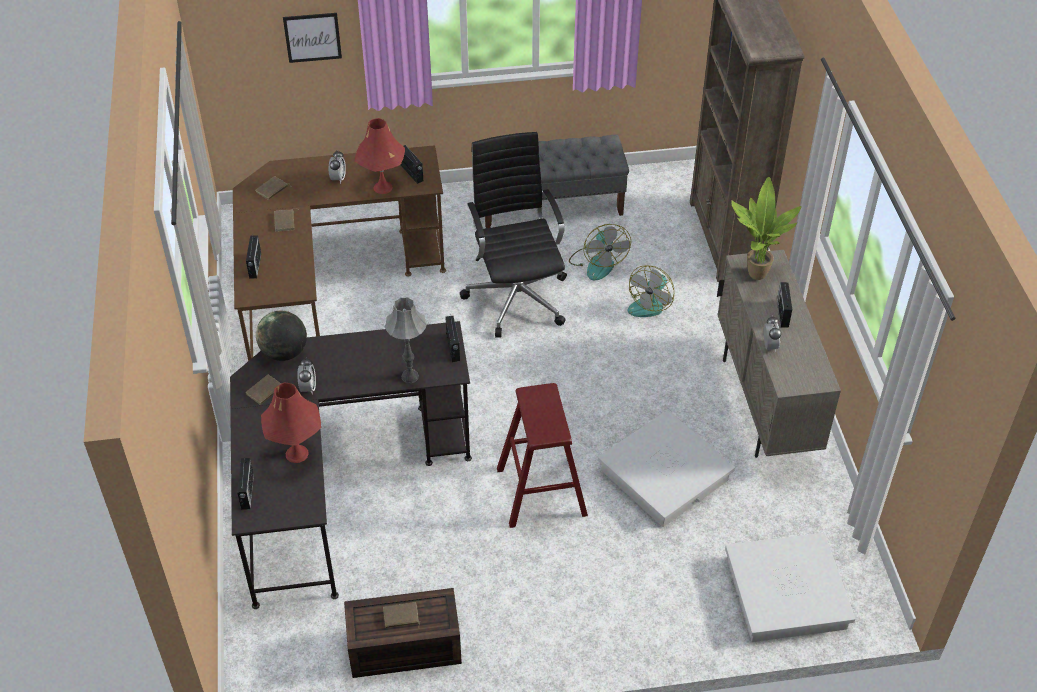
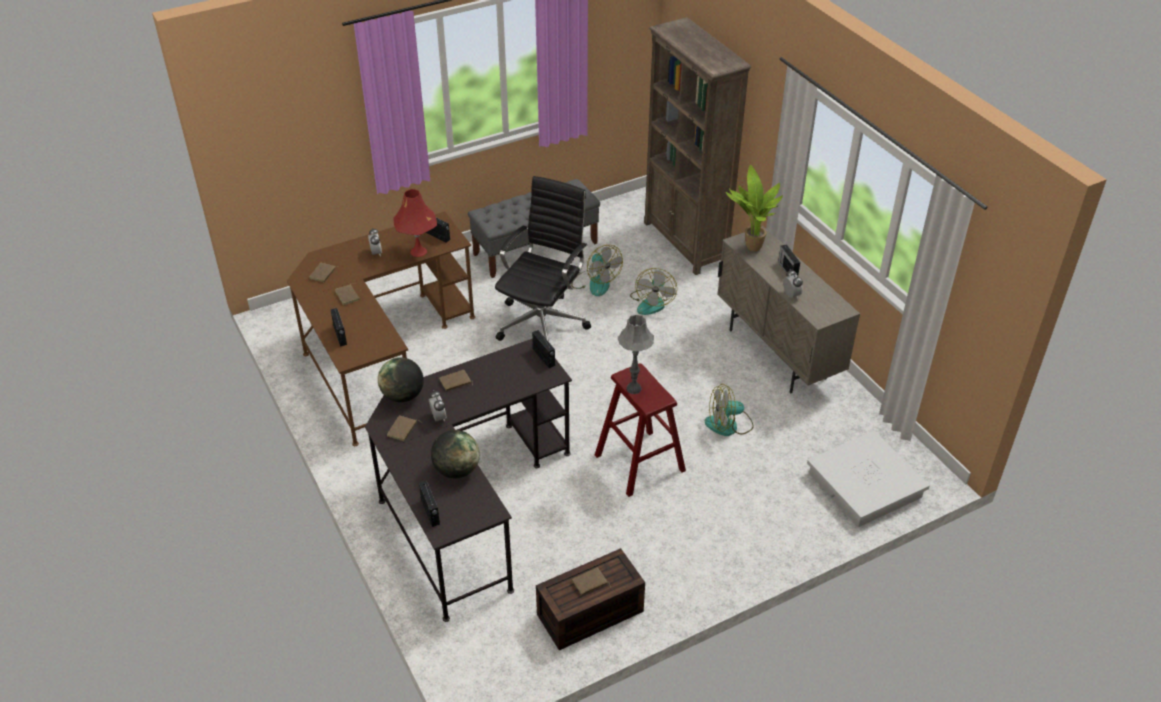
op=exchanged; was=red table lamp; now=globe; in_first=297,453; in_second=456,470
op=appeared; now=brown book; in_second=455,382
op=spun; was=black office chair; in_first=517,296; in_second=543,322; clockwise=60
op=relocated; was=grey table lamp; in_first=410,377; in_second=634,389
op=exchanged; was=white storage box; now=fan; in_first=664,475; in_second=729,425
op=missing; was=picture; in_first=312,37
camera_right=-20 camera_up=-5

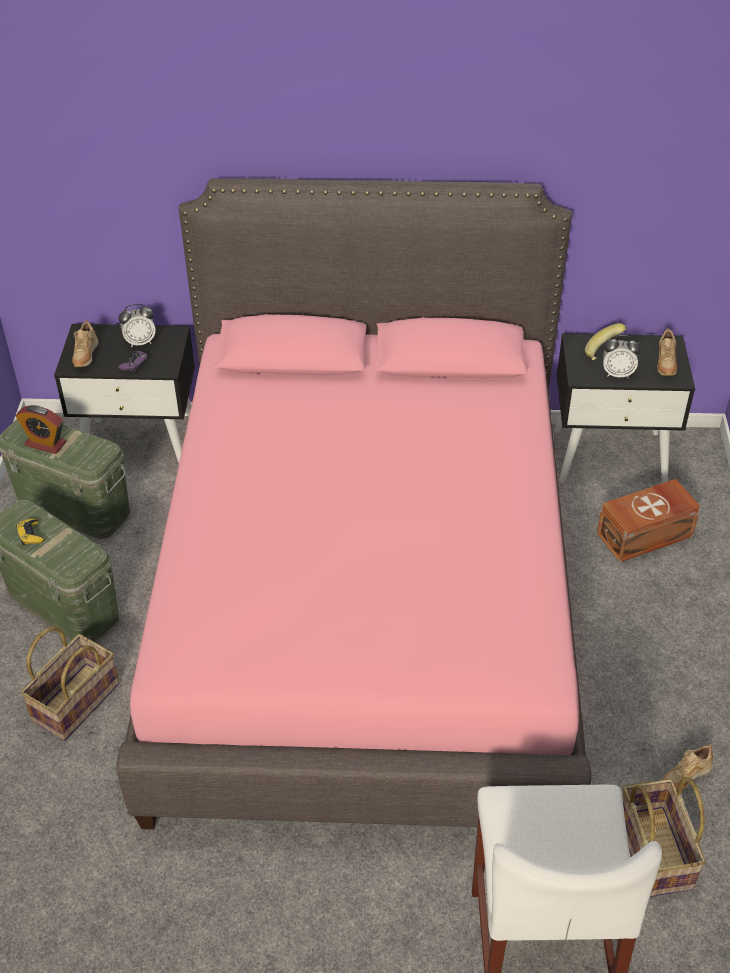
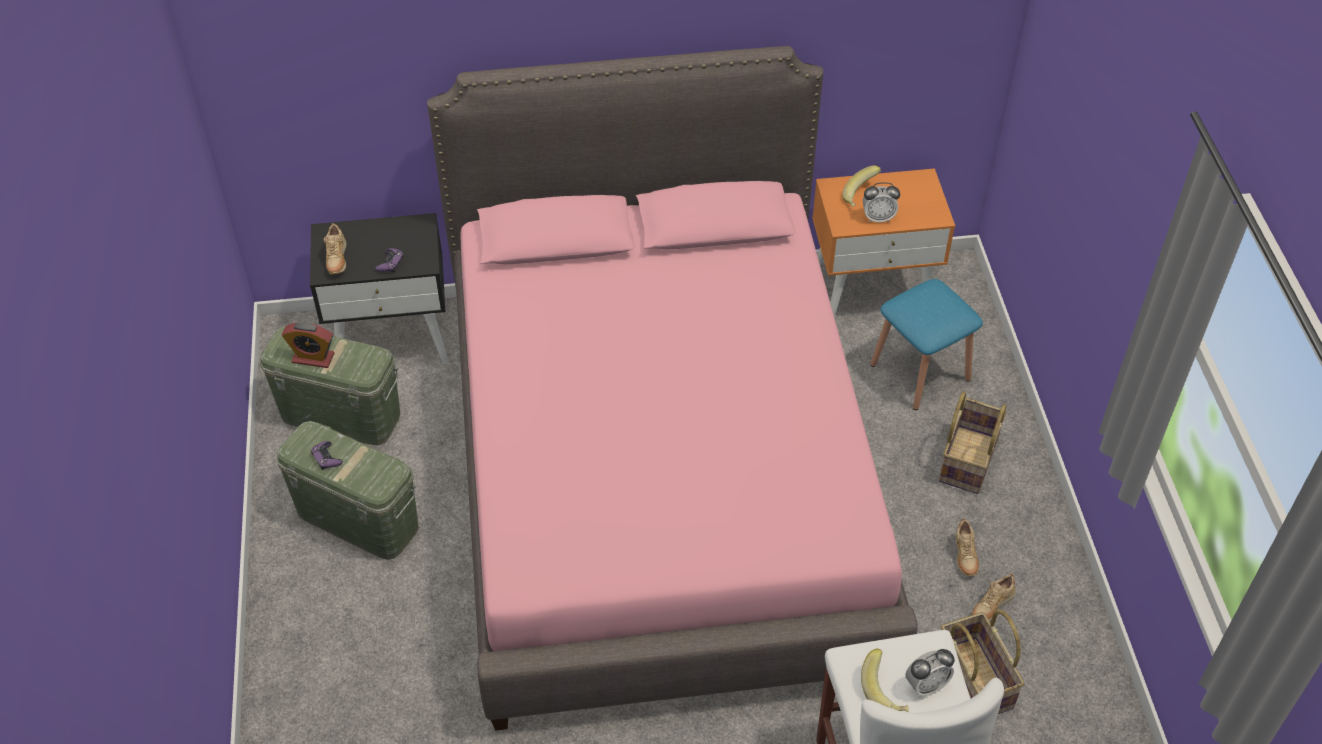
op=colour; was=yellow game controller; now=purple game controller; in_first=30,534; in_second=326,458
op=colour; was=black nightstand; now=orange nightstand; in_first=610,456; in_second=872,292
op=appeared; now=banana; in_second=885,691
op=exchanged; was=brown storage box; now=blue stool; in_first=646,535; in_second=920,372
op=relocated; was=alarm clock; in_first=140,342; in_second=926,685
op=relocated; was=basket; in_first=75,701; in_second=967,459
op=relocated; was=beige shoe; in_first=665,365; in_second=964,557
camera_right=-10 camera_up=5

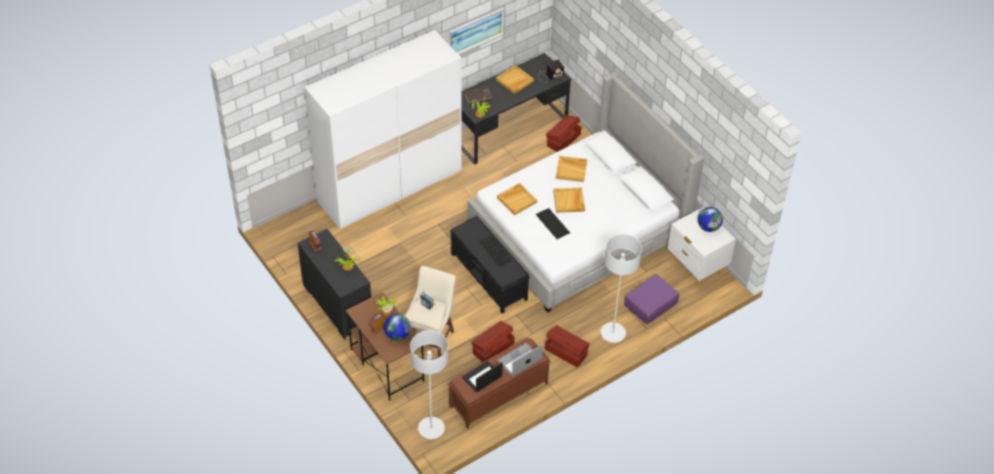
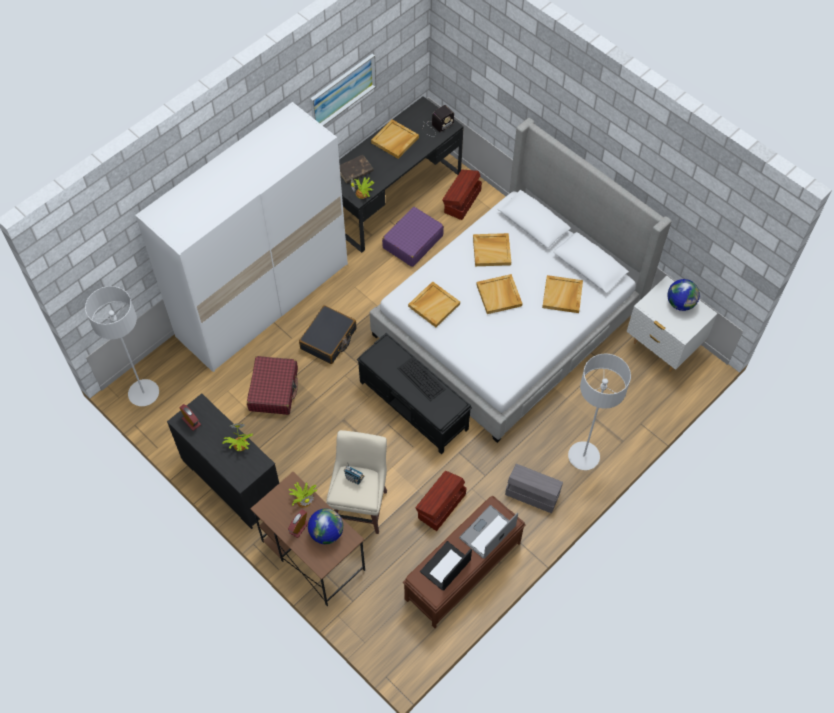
op=relocated; was=grey floor lamp; in_first=431,428; in_second=144,393
op=appeared; now=red suitcase; in_second=273,389
op=appeared; now=black suitcase; in_second=328,339
op=relocated; was=purple suitcase; in_first=650,304; in_second=412,242
op=colour; was=brown storage box; now=grey storage box; in_first=565,351; in_second=532,493
op=appeared; now=beige tray; in_second=562,295
op=missing; was=keyboard; in_first=552,223
camera_right=-10 camera_up=10

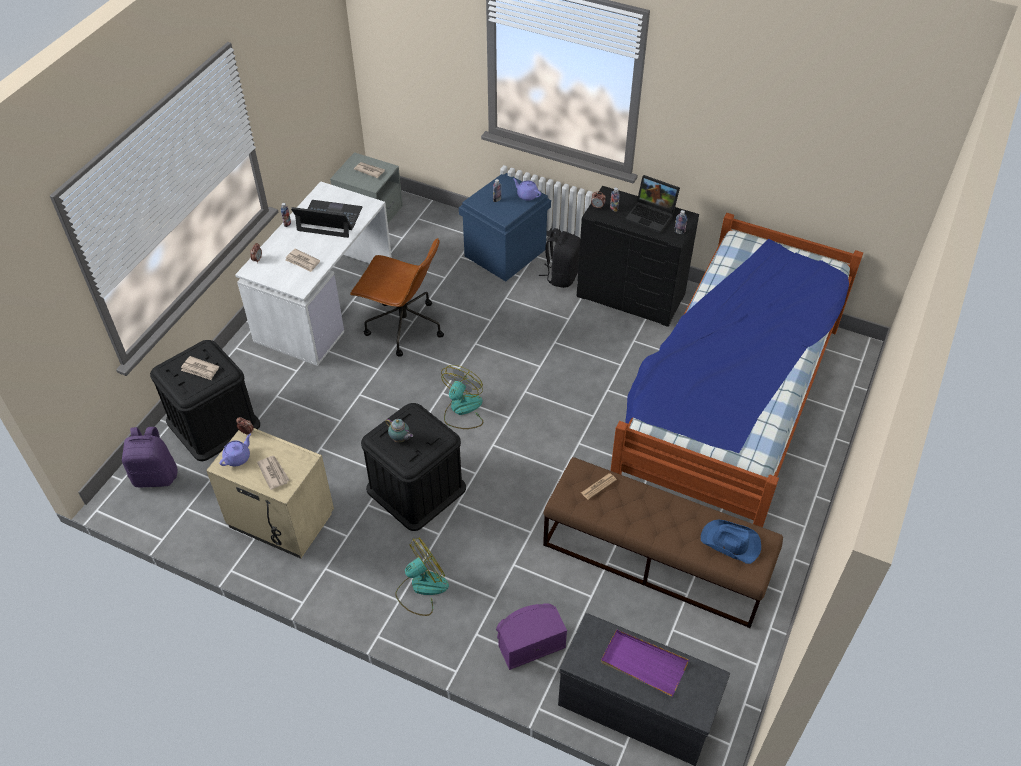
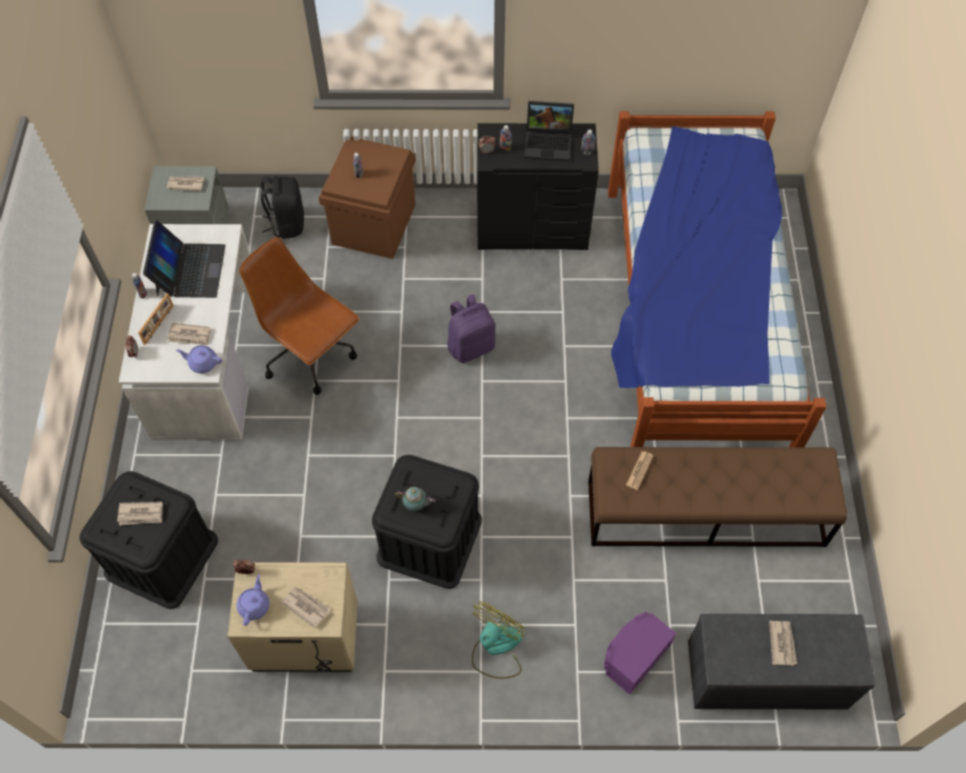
op=appeared; now=picture frame; in_second=159,325
op=spun; was=laptop; in_first=329,219; in_second=190,270; clockwise=105
op=relocated; was=purple teapot; in_first=527,195; in_second=202,363
op=spun; was=brown office chair; in_first=403,327; in_second=311,355; clockwise=-135
op=relocated; was=black backpack; in_first=561,276; in_second=287,223
op=colour; was=blue storage box; now=brown storage box; in_first=505,253; in_second=374,225
op=relocated; was=purple backpack; in_first=156,476; in_second=471,346
op=exchanged; was=purple tray; now=newspaper; in_first=643,664; in_second=782,643
op=missing; was=fan; in_first=462,410
op=missing; was=blue hat; in_first=731,543
camera_right=-25 camera_up=10

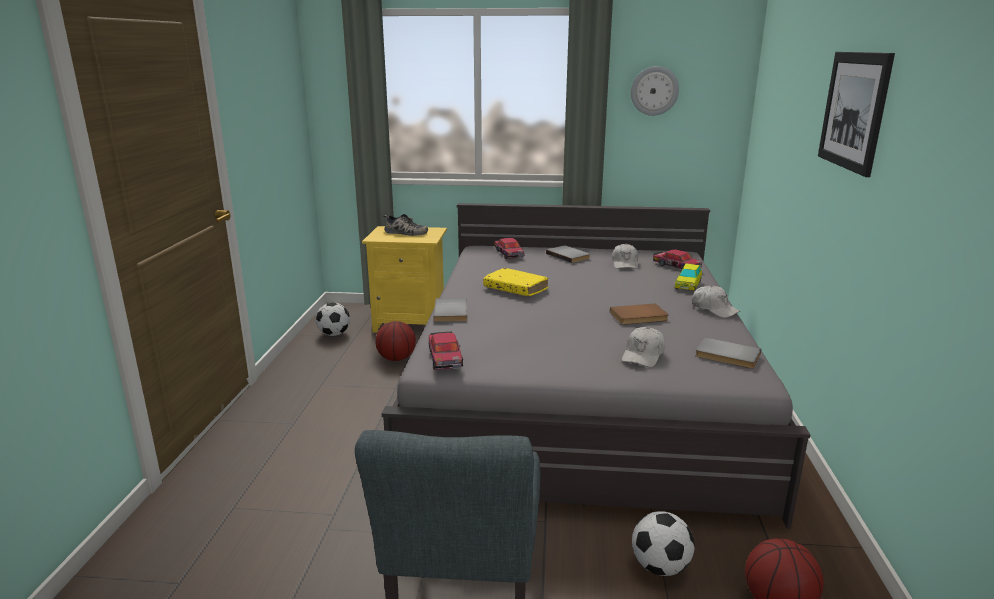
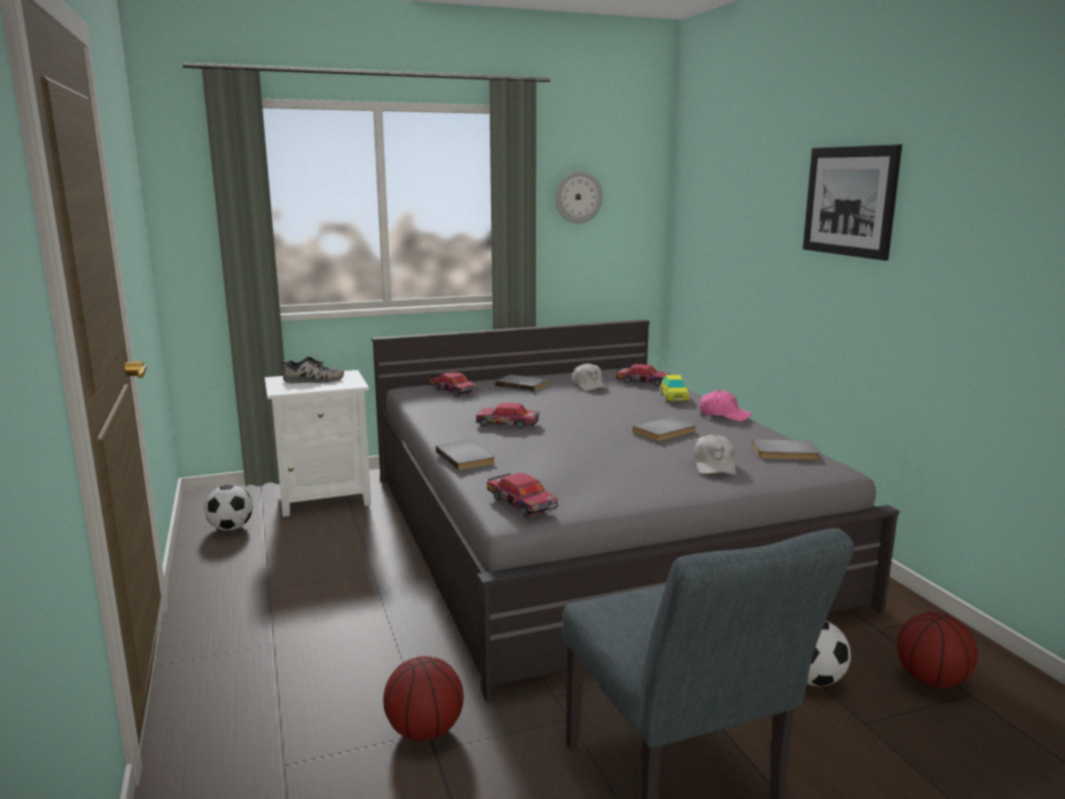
op=colour; was=yellow nightstand; now=white nightstand; in_first=410,323; in_second=324,497
op=relocated; was=basketball; in_first=397,359; in_second=425,731
op=exchanged; was=yellow book; now=toy car; in_first=515,289; in_second=508,424
op=colour; was=brown book; now=grey book; in_first=639,317; in_second=666,432
op=colour; was=white cap; now=pink cap; in_first=714,309; in_second=724,415
camera_right=-25 camera_up=-5

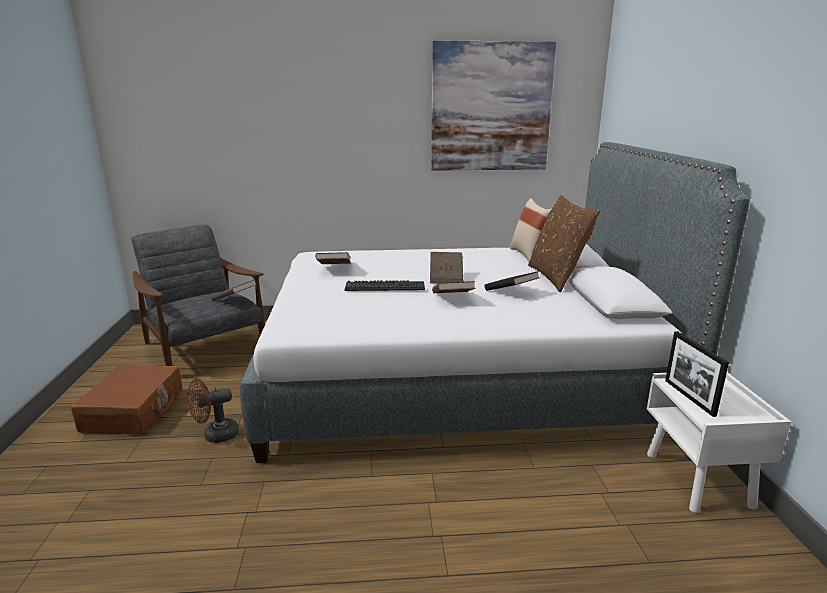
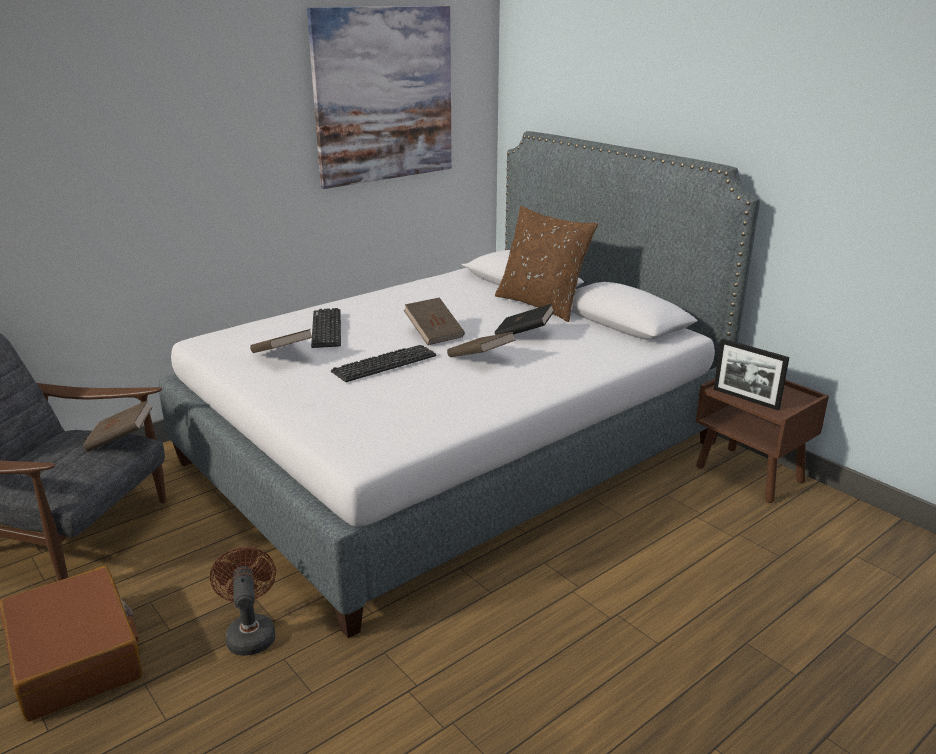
op=spun; was=brown fan; in_first=215,435; in_second=250,633; clockwise=135
op=appeared; now=keyboard; in_second=326,329
op=colour; was=white nightstand; now=brown nightstand; in_first=699,481; in_second=750,474
op=missing; was=beige pillow; in_first=529,255
camera_right=-35 camera_up=5

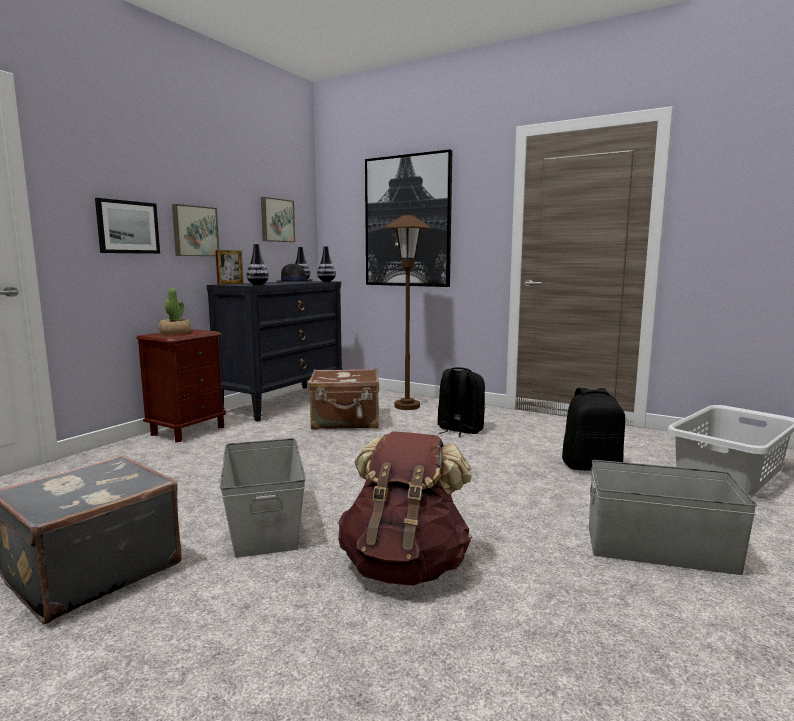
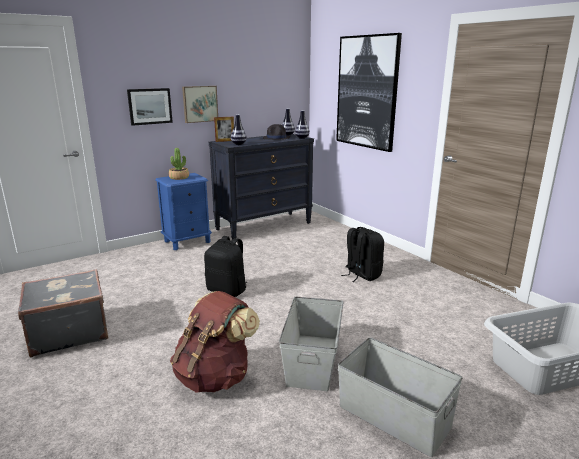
op=colour; was=brown nightstand; now=blue nightstand; in_first=188,430; in_second=187,241
op=relocated; was=black backpack; in_first=591,466; in_second=227,290
op=relocated; was=grey storage box; in_first=264,523; in_second=312,360
op=missing; was=picture; in_first=276,220
op=missing; was=brown suitcase; in_first=346,422
op=missing; was=brown floor lamp; in_first=407,406
camera_right=25 camera_up=10

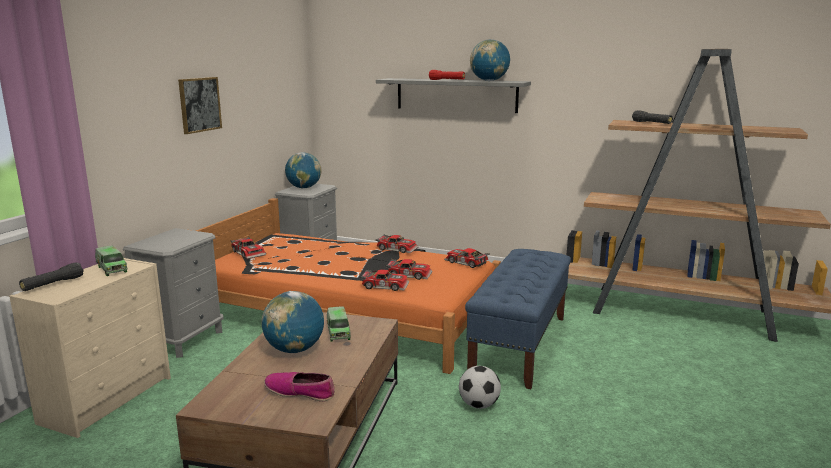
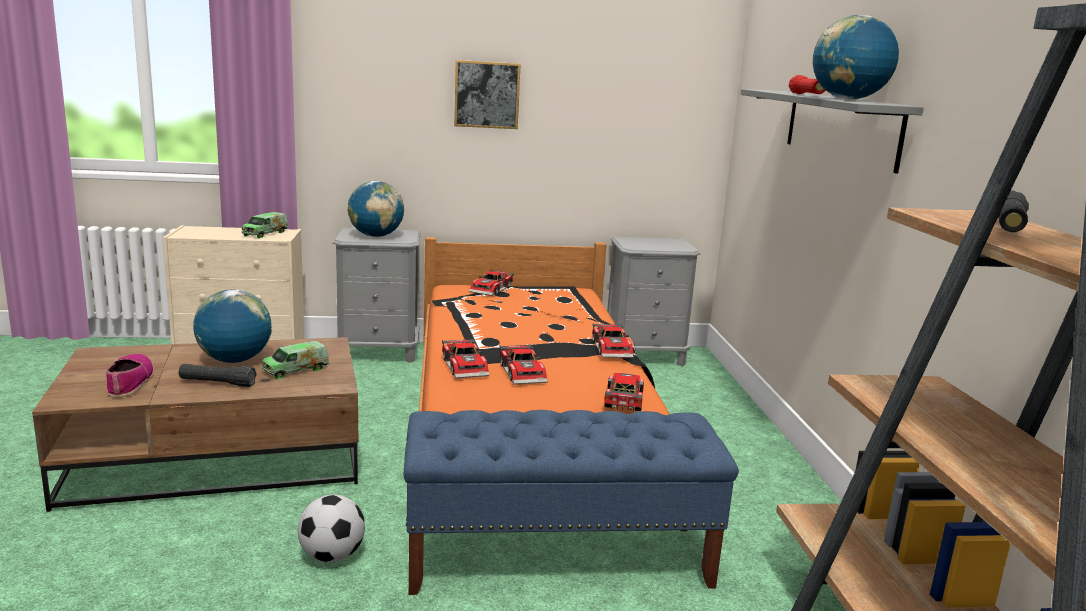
op=relocated; was=black flashlight; in_first=53,284; in_second=217,383
op=relocated; was=globe; in_first=304,188; in_second=376,236
camera_right=60 camera_up=0

